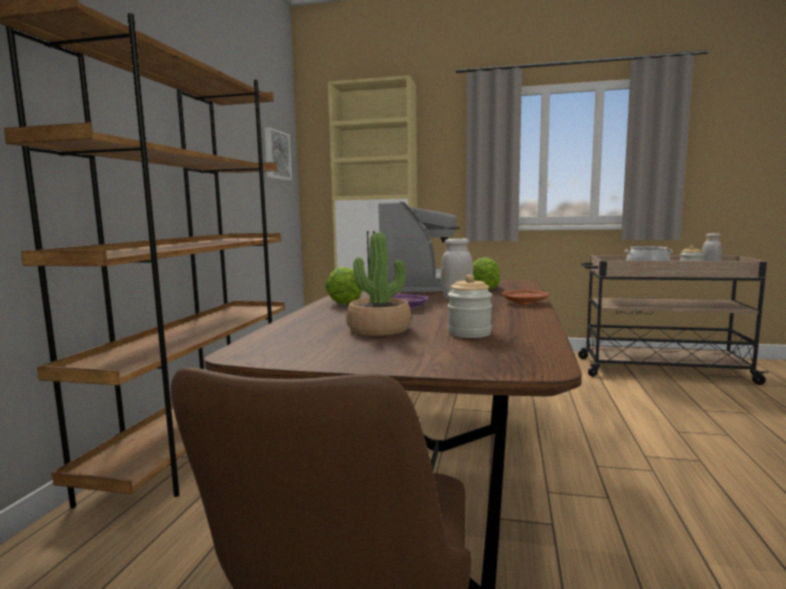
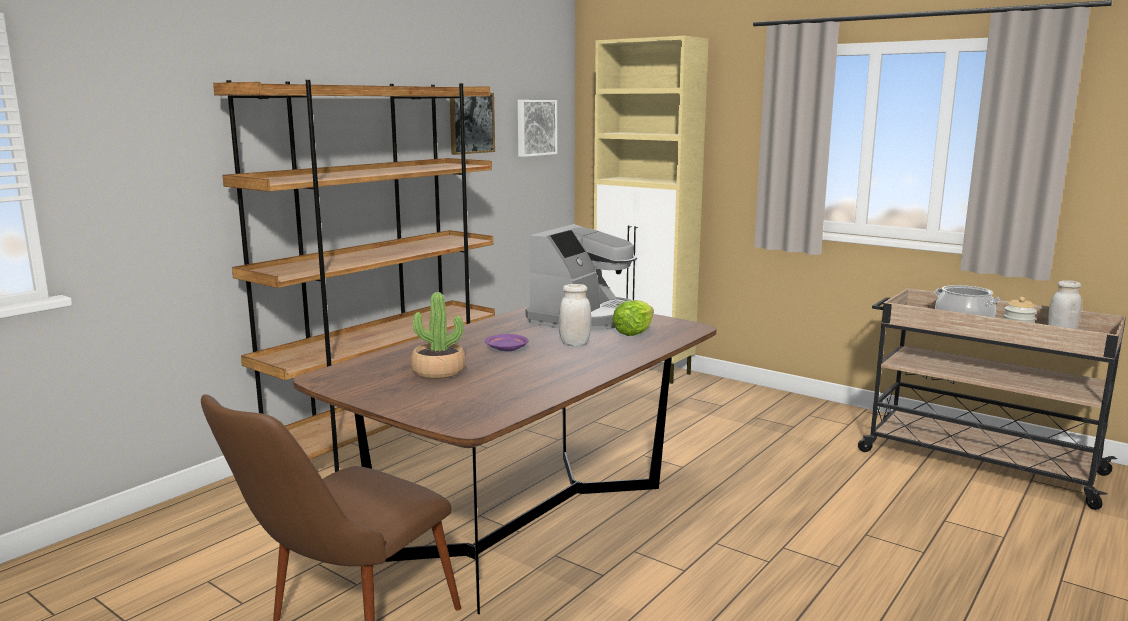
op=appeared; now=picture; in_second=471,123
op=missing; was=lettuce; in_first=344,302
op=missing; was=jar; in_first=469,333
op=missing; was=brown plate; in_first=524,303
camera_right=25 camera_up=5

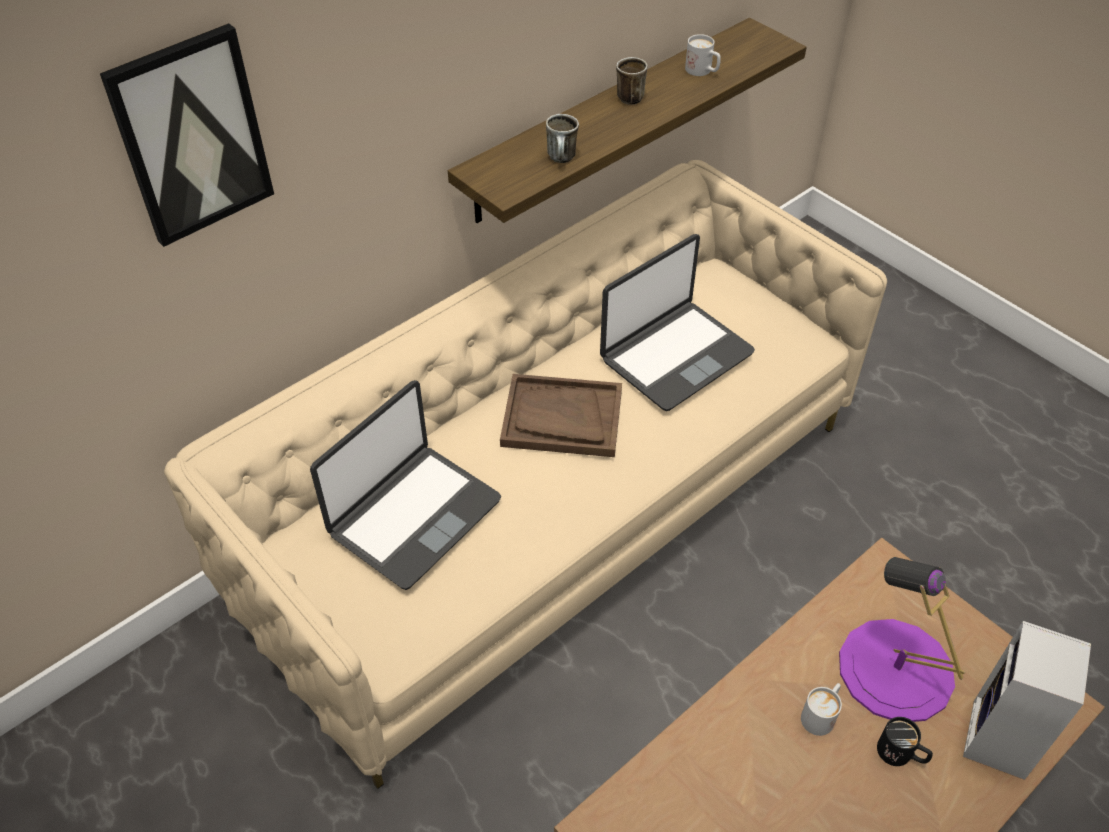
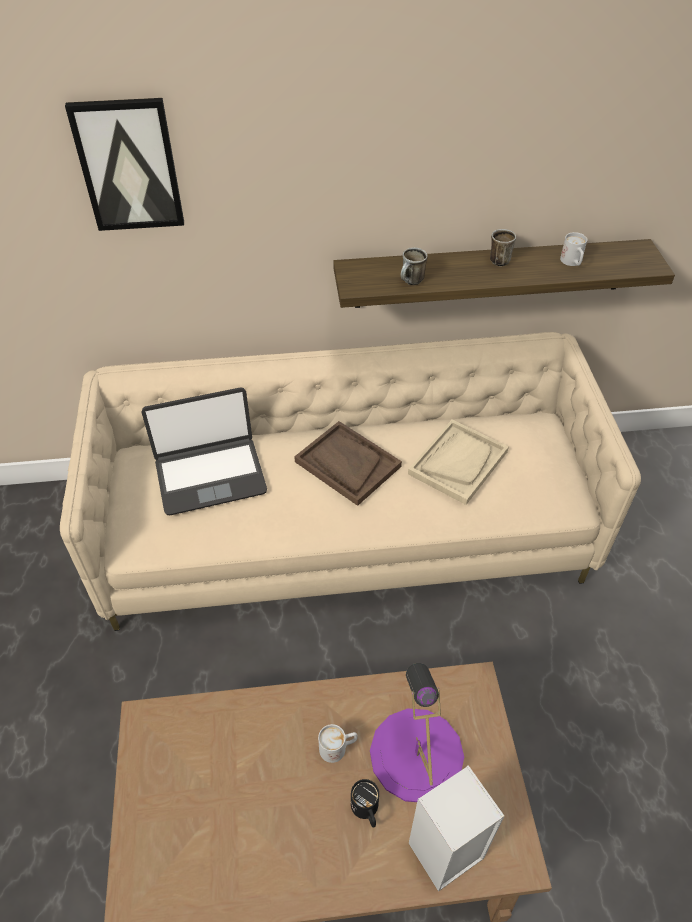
op=exchanged; was=laptop; now=beige tray; in_first=675,355; in_second=458,462
camera_right=35 camera_up=0

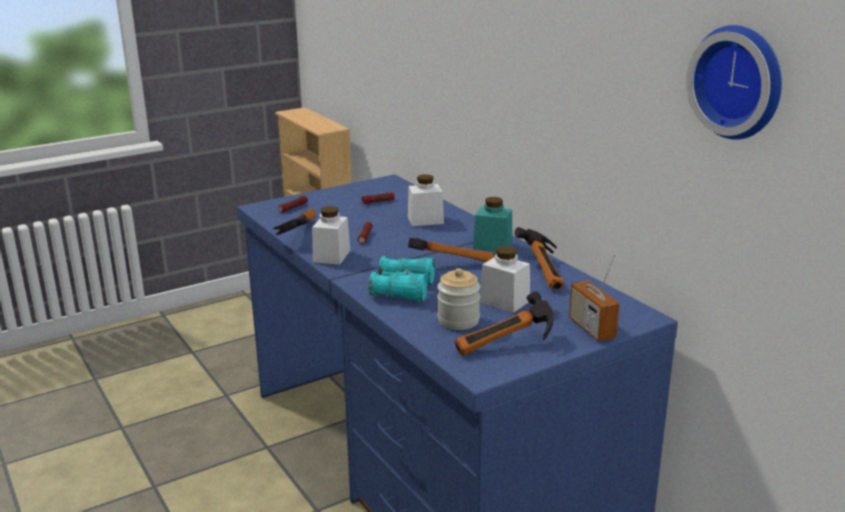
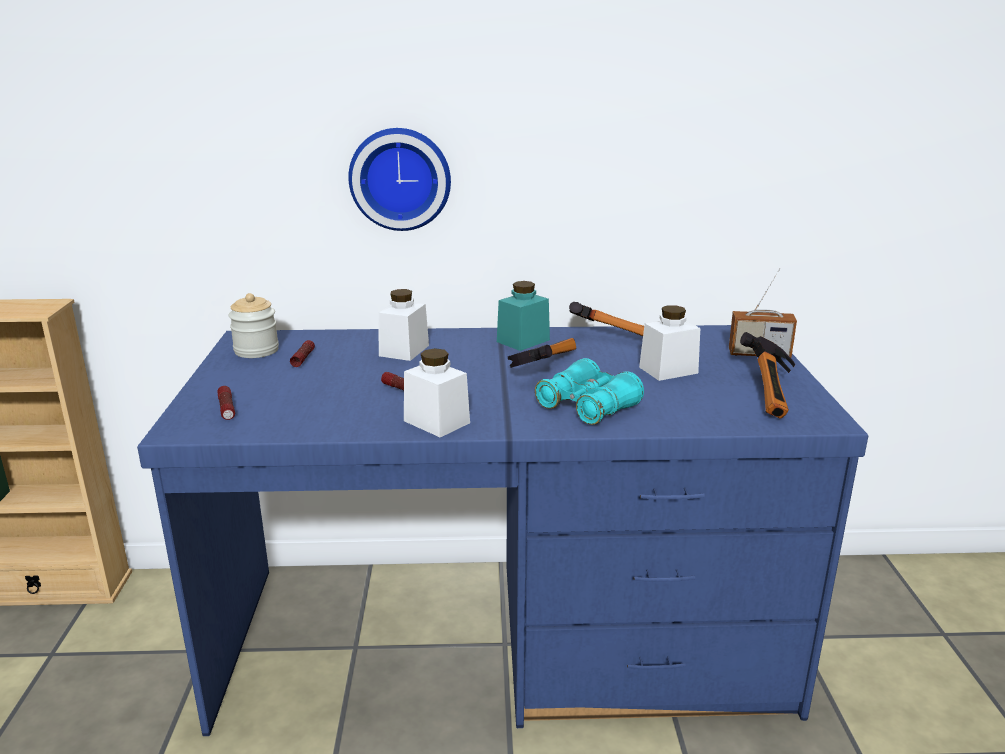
op=relocated; was=jar; in_first=458,320; in_second=256,350
op=relocated; was=wall clock; in_first=740,81; in_second=400,178
op=missing; was=hammer; in_first=296,233
camera_right=-60 camera_up=0

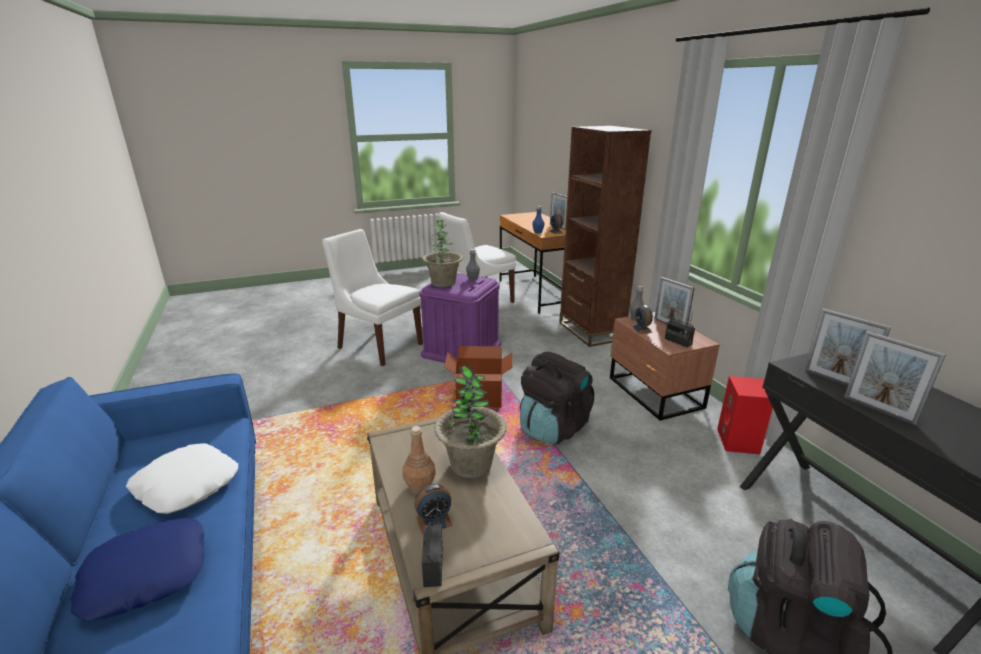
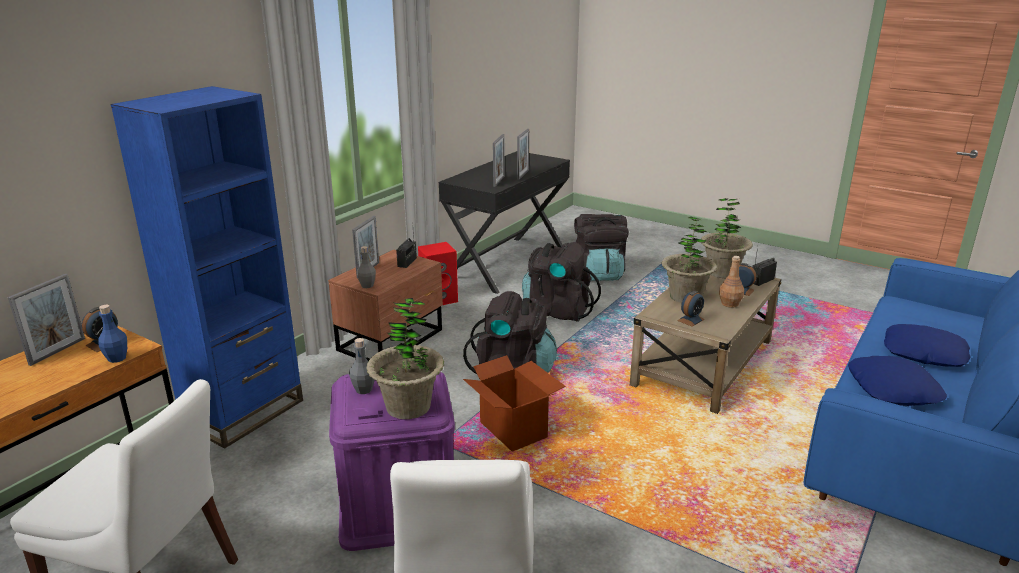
op=colour; was=brown bookcase; now=blue bookcase; in_first=591,331; in_second=243,412
op=appeared; now=black backpack; in_second=557,311
op=relocated; was=alarm clock; in_first=642,329; in_second=690,320
op=appeared; now=potted plant; in_second=722,272
op=colour; was=white pillow; now=blue pillow; in_first=186,485; in_second=893,389
camera_right=-125 camera_up=0

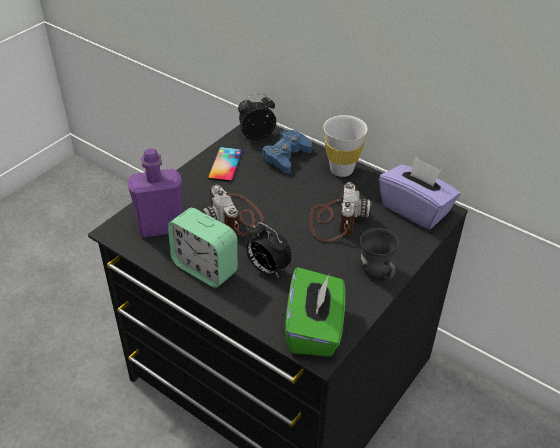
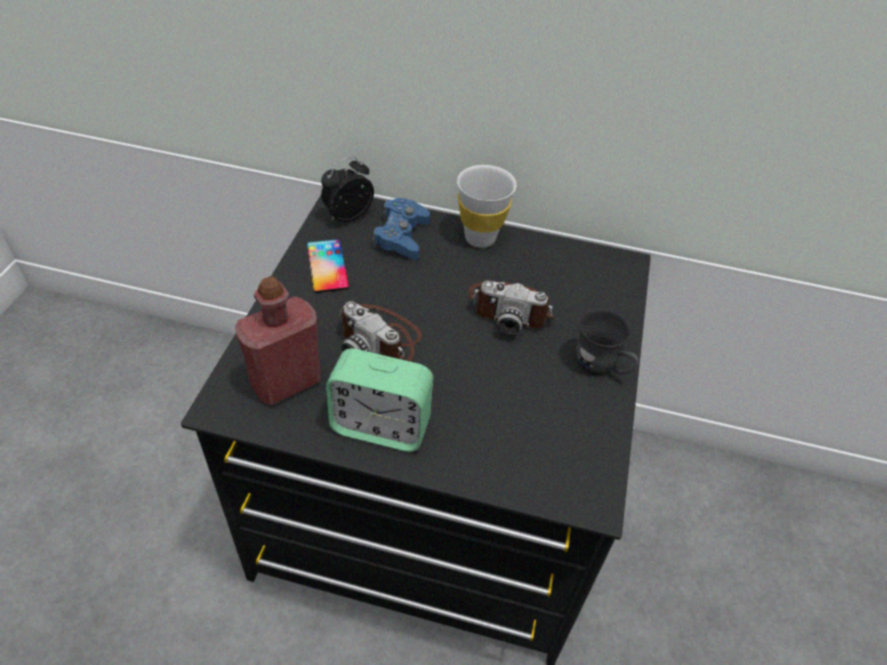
op=colour; was=purple bottle; now=red bottle; in_first=161,227; in_second=286,382
op=spun; was=photo camera; in_first=335,220; in_second=510,308; clockwise=120
op=missing; was=alarm clock; in_first=267,269
op=missing; was=green tissue box; in_first=314,329
op=missing; was=purple tissue box; in_first=415,209
camera_right=-25 camera_up=5

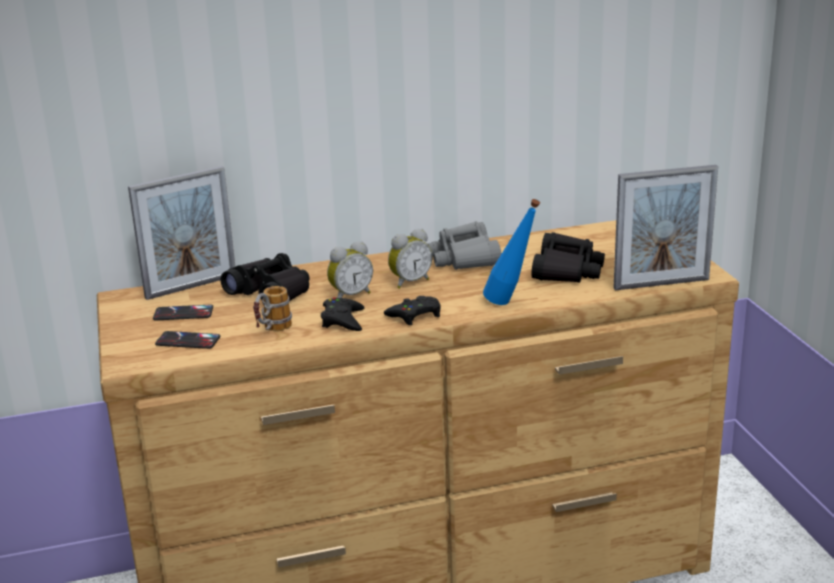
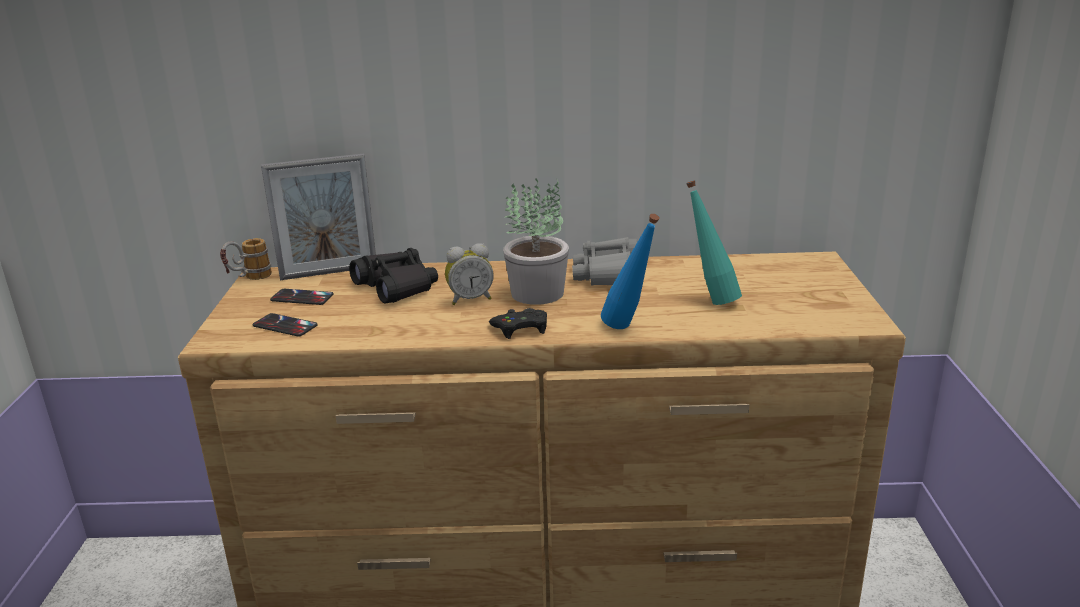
op=relocated; was=mug; in_first=272,331; in_second=248,279
op=exchanged; was=alarm clock; now=potted plant; in_first=409,282; in_second=538,292
op=exchanged; was=black binoculars; now=turquoise bottle; in_first=567,270; in_second=710,300
op=missing; was=black game controller; in_first=343,320
op=missing; was=picture frame; in_first=661,284
camera_right=15 camera_up=0

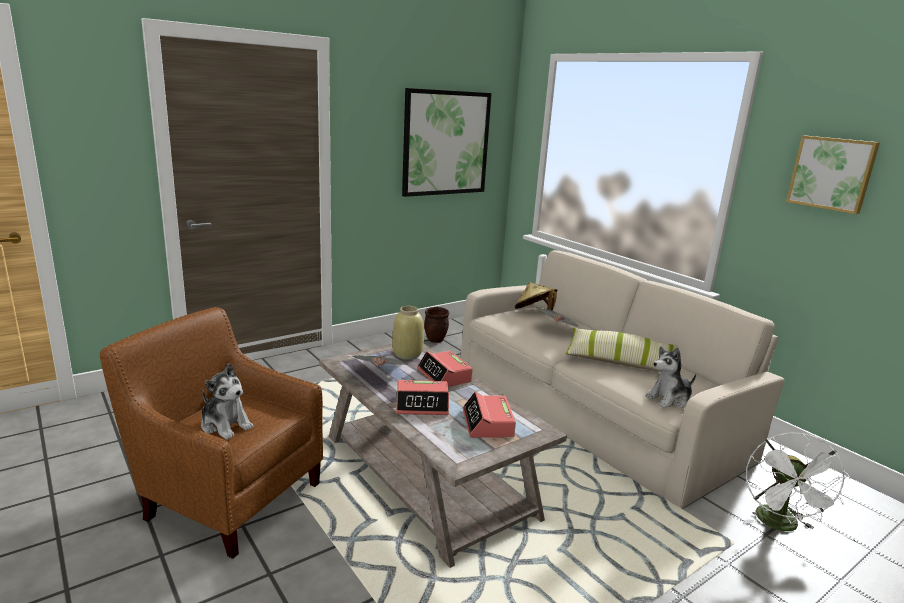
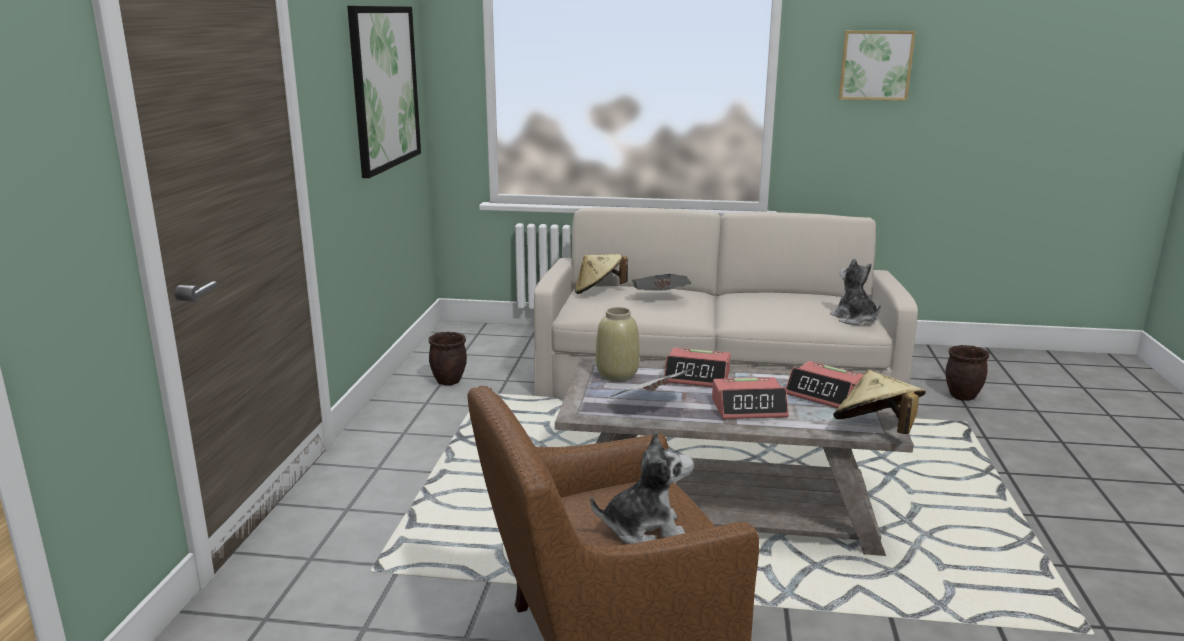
op=spun; was=alarm clock; in_first=422,405; in_second=749,408; clockwise=45
op=spun; was=plush toy; in_first=669,399; in_second=854,319; clockwise=135
op=appeared; now=beige hat; in_second=875,430
op=exchanged; was=white fan; now=brown planter; in_first=780,525; in_second=961,396
op=missing; was=pillow; in_first=620,361
camera_right=-45 camera_up=0

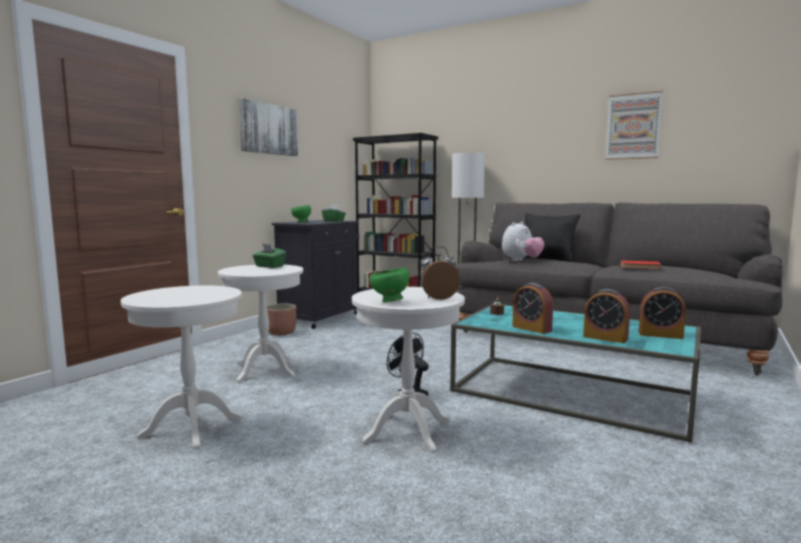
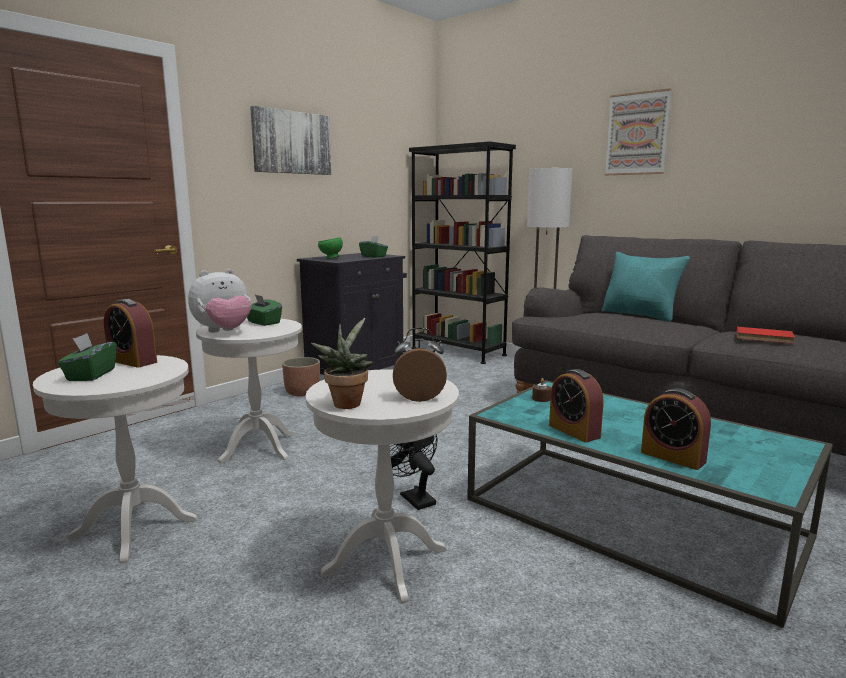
op=appeared; now=green tissue box; in_second=90,375
op=relocated; was=alarm clock; in_first=660,335; in_second=132,361
op=relocated; was=plush toy; in_first=521,261; in_second=224,332
op=exchanged; was=green bowl; now=potted plant; in_first=389,302; in_second=347,403
op=colour; was=black pillow; now=turquoise pillow; in_first=547,259; in_second=640,315
op=relocated; was=picture; in_first=633,126; in_second=637,134
camera_right=10 camera_up=5

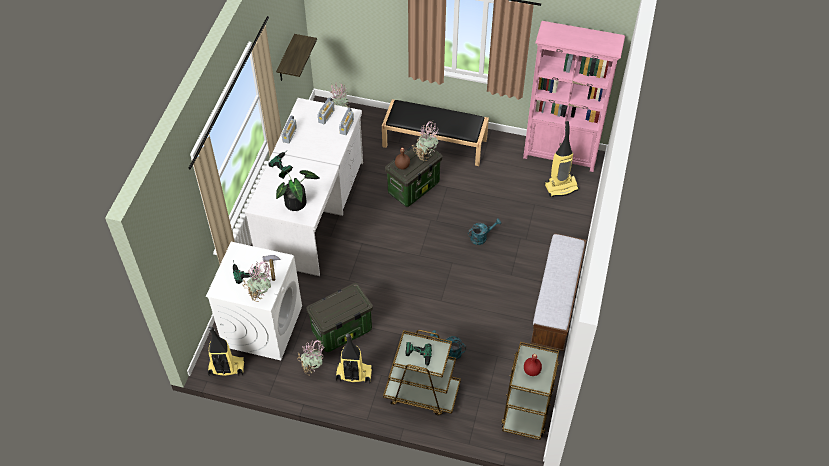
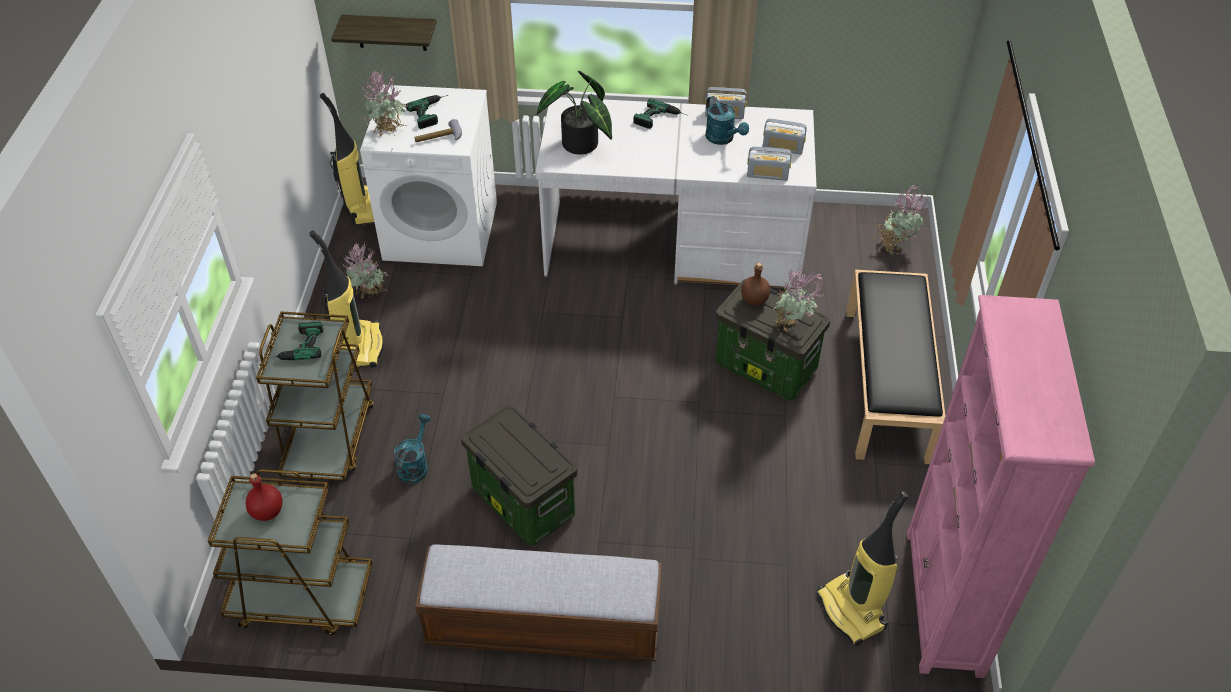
op=relocated; was=shelf; in_first=286,59; in_second=391,32
op=relocated; was=storage box; in_first=341,332; in_second=521,502
op=relocated; was=turquoise watering can; in_first=481,237; in_second=723,139
camera_right=80 camera_up=-5

